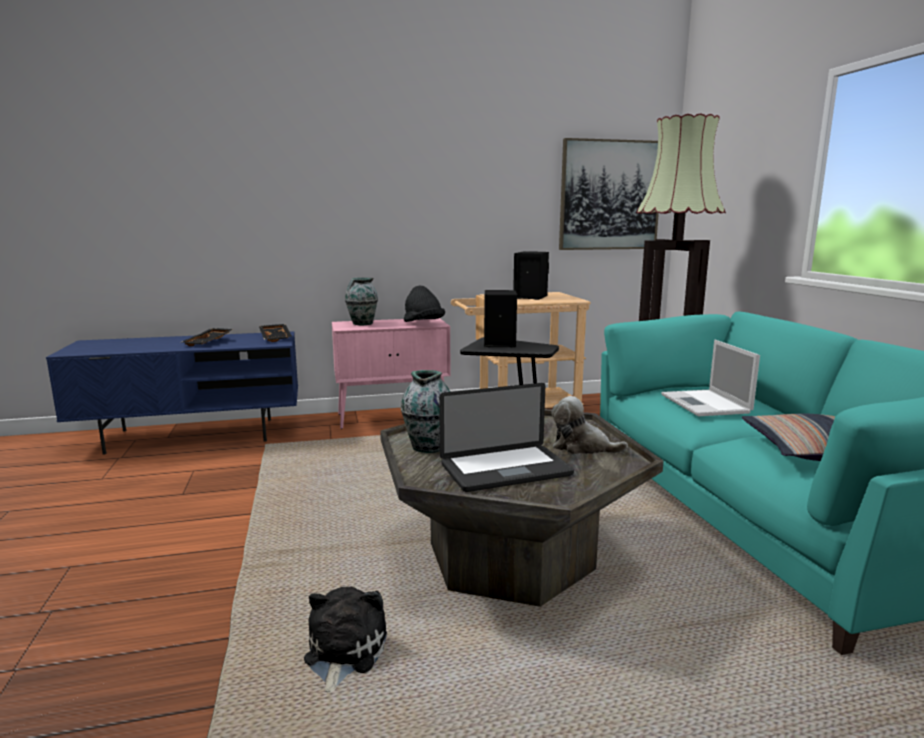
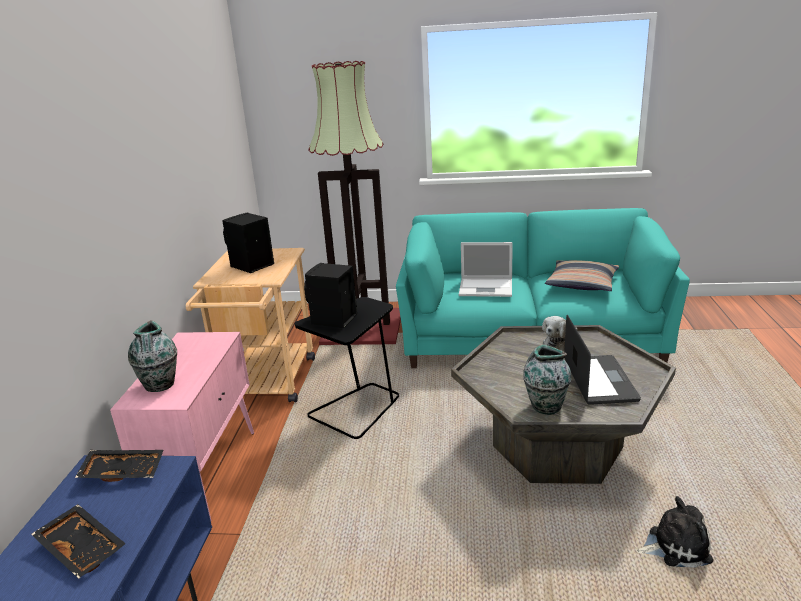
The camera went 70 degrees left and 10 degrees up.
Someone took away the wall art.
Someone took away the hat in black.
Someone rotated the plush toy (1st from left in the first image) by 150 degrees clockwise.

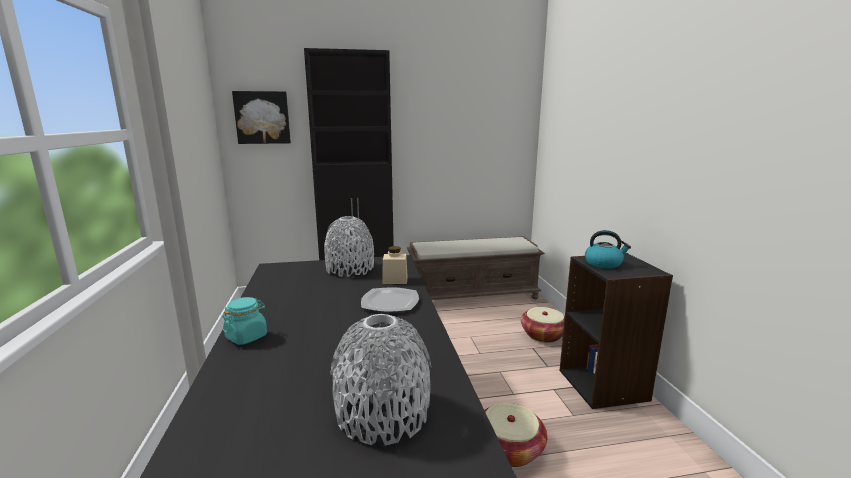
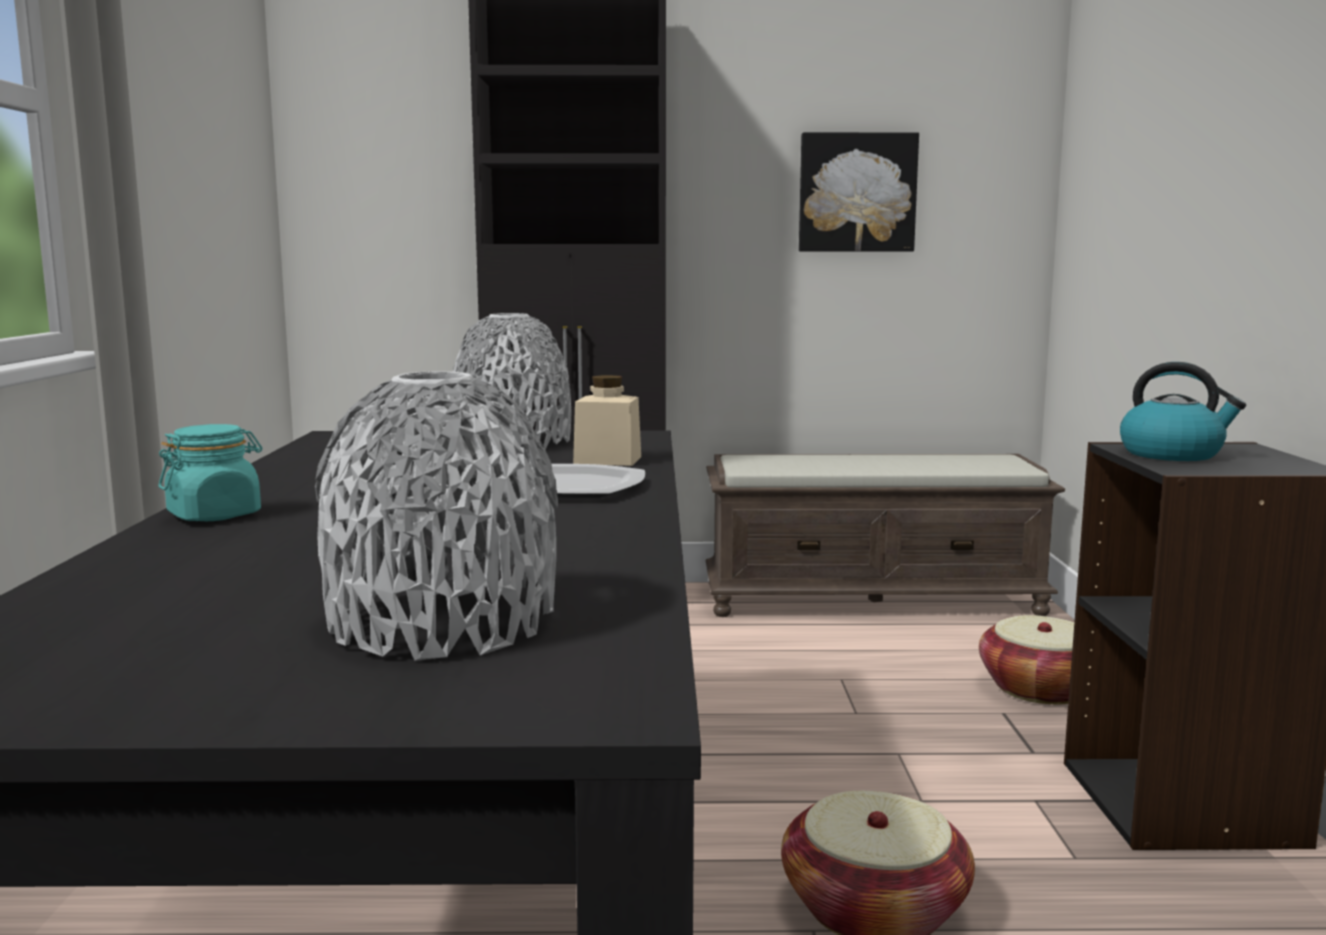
The camera went 10 degrees right and 5 degrees down.
Someone carried the wall art.

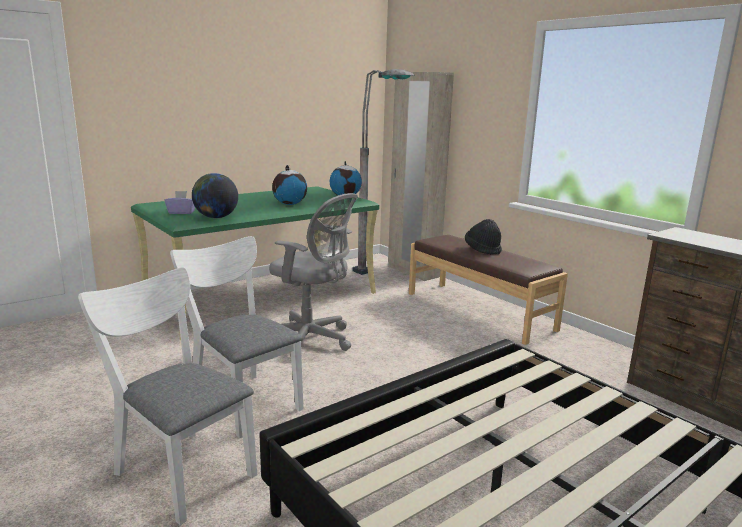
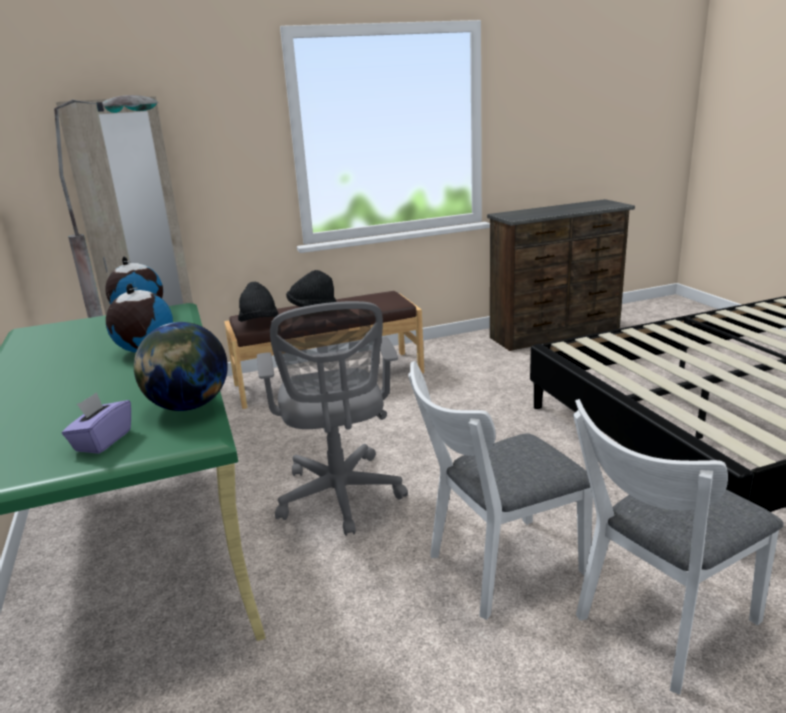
The camera went 70 degrees left and 5 degrees up.
Someone rotated the desk chair in gray by 120 degrees clockwise.
Someone put down the hat in black (1st from left).

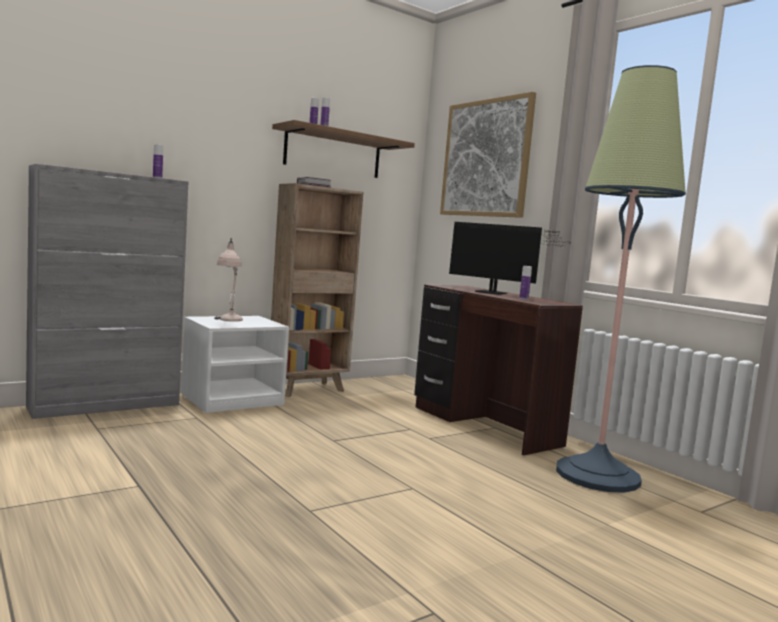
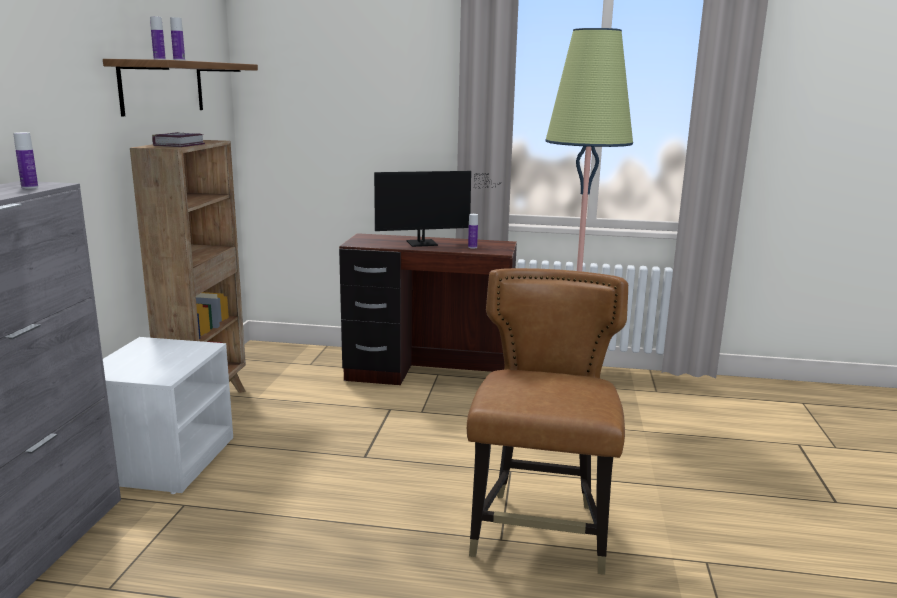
The camera went 45 degrees left and 10 degrees up.
Someone took away the wall art.
Someone took away the lamp for a table in sand-coloured.
Someone put down the plain chair in brown-coloured.

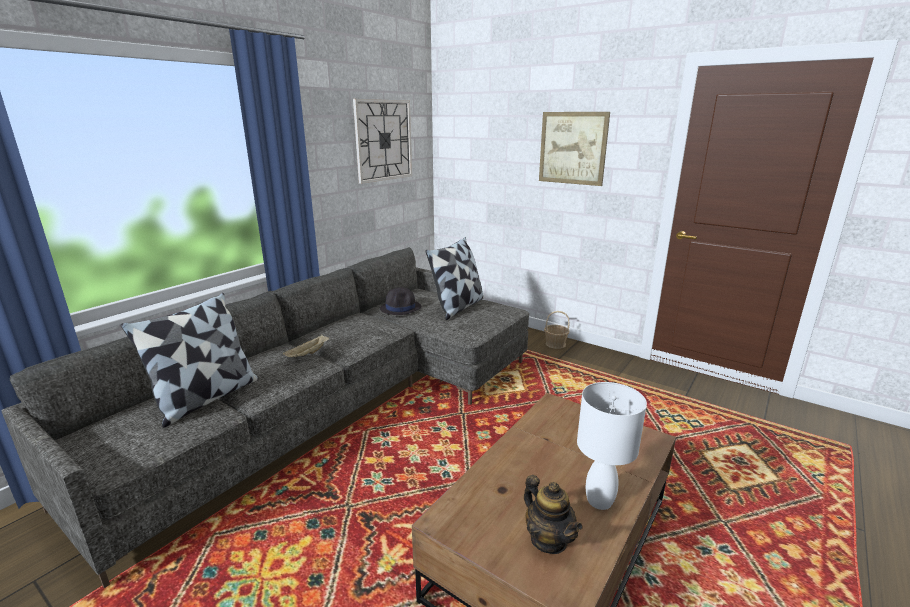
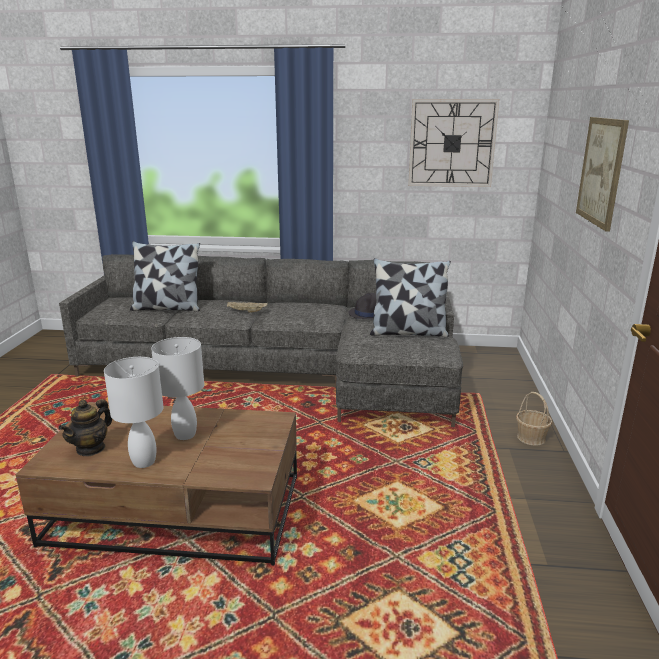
The camera went 60 degrees right and 0 degrees up.
Someone put down the lamp for a table in whitish (2nd from left).

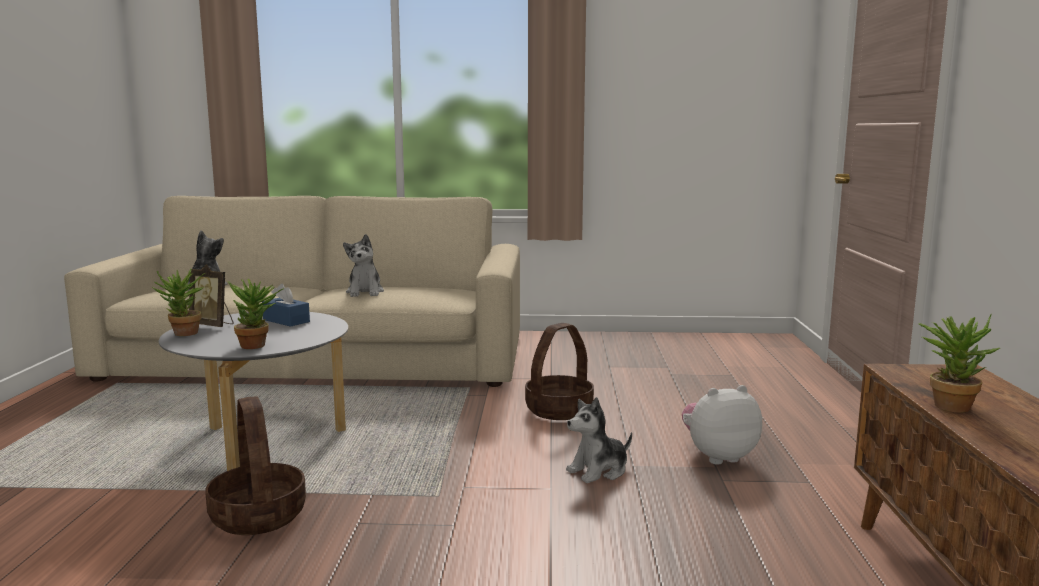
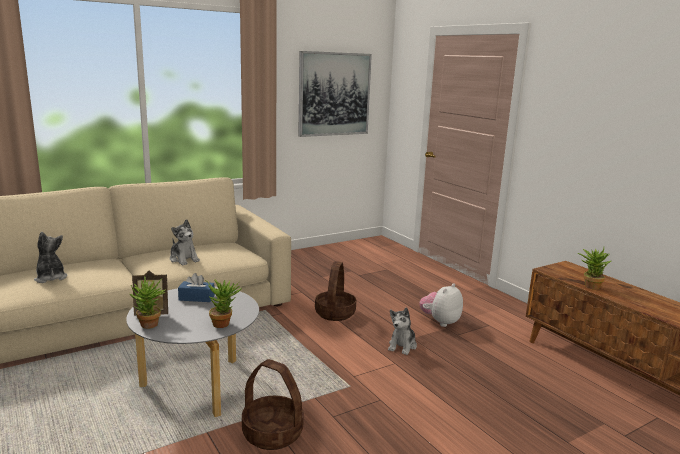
The camera went 35 degrees left and 5 degrees up.
Someone put up the wall art.

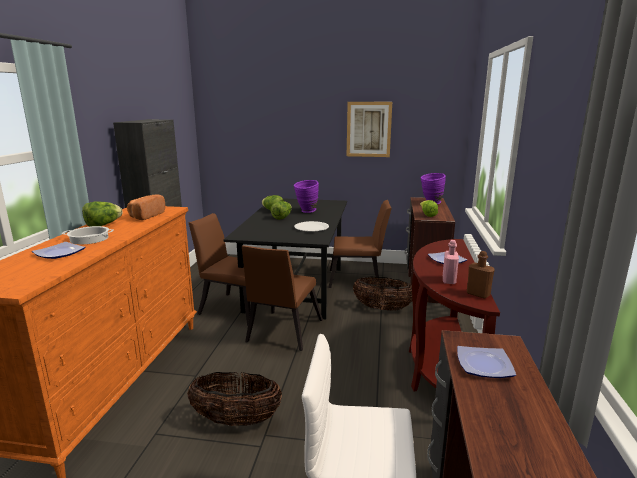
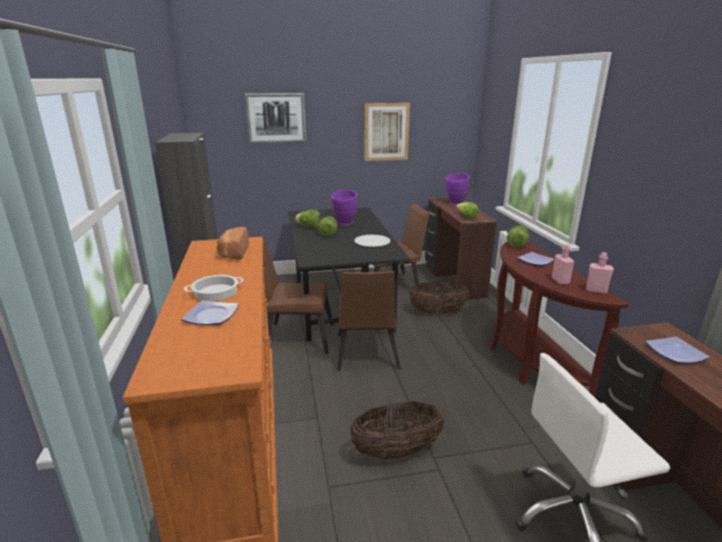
The camera went 20 degrees left and 5 degrees up.
Someone carried the lettuce (1st from left in the first image).
Someone repainted the bottle in brown-coloured, which became the bottle in pink-coloured (2nd from left).
Someone put up the wall art (1st from left).

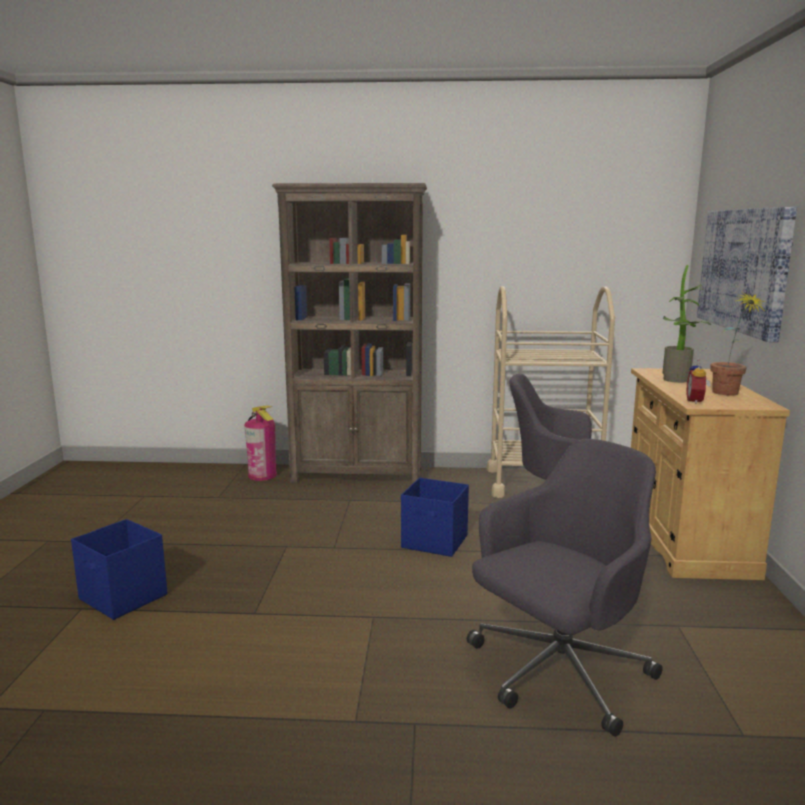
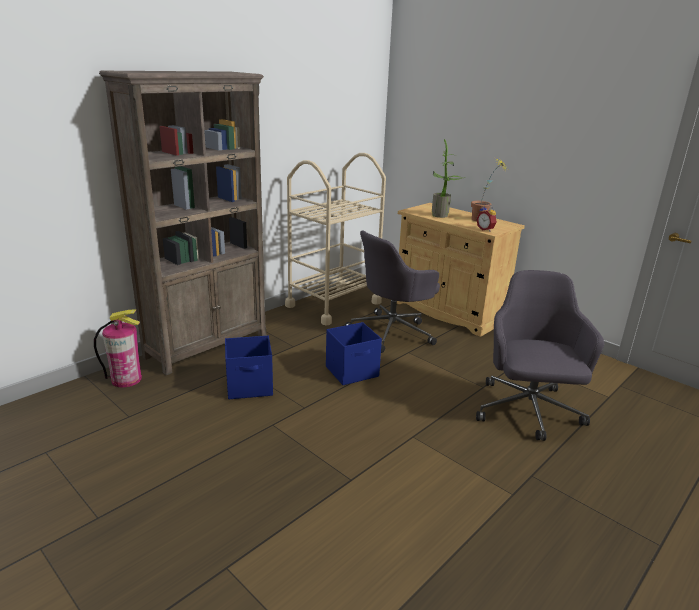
The camera went 50 degrees left and 10 degrees up.
Someone took away the wall art.
Someone carried the storage box in bluish (1st from left).

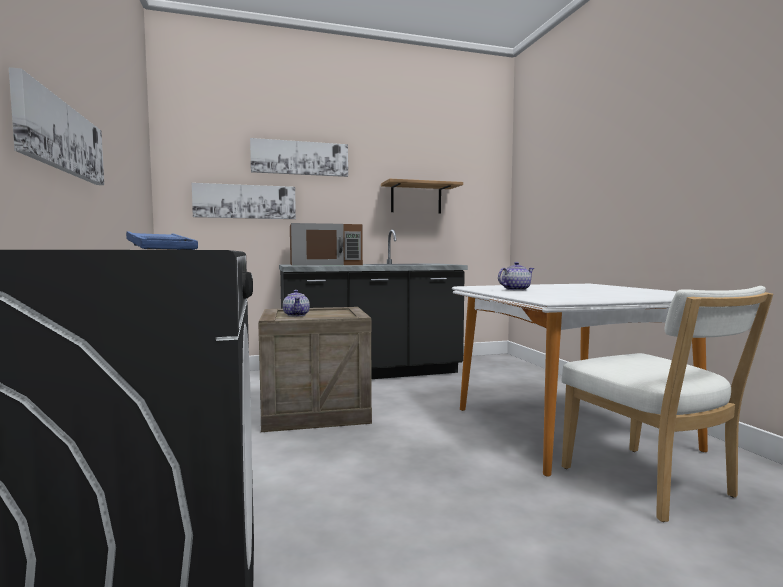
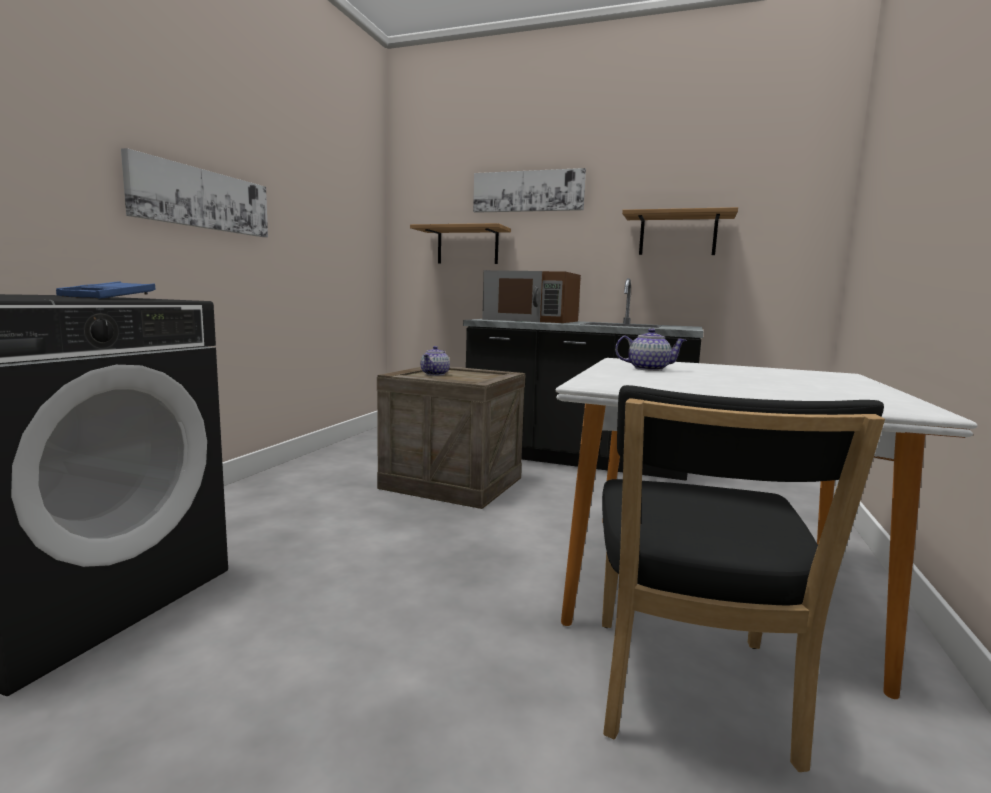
The camera went 35 degrees right and 5 degrees up.
Someone swapped the wall art (2nd from left) for the bracket shelf (1st from left).
Someone repainted the plain chair in whitish, which became the plain chair in black.

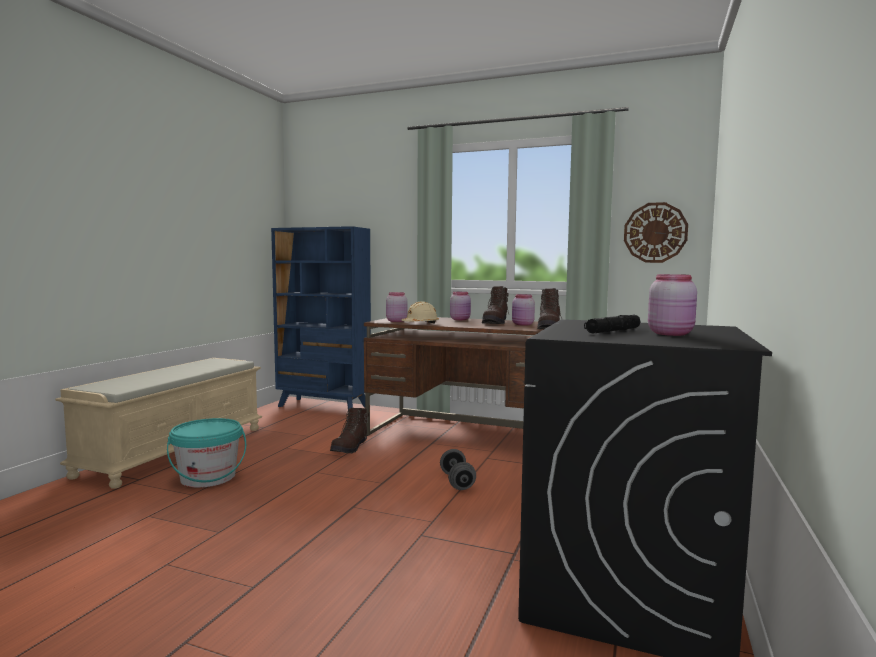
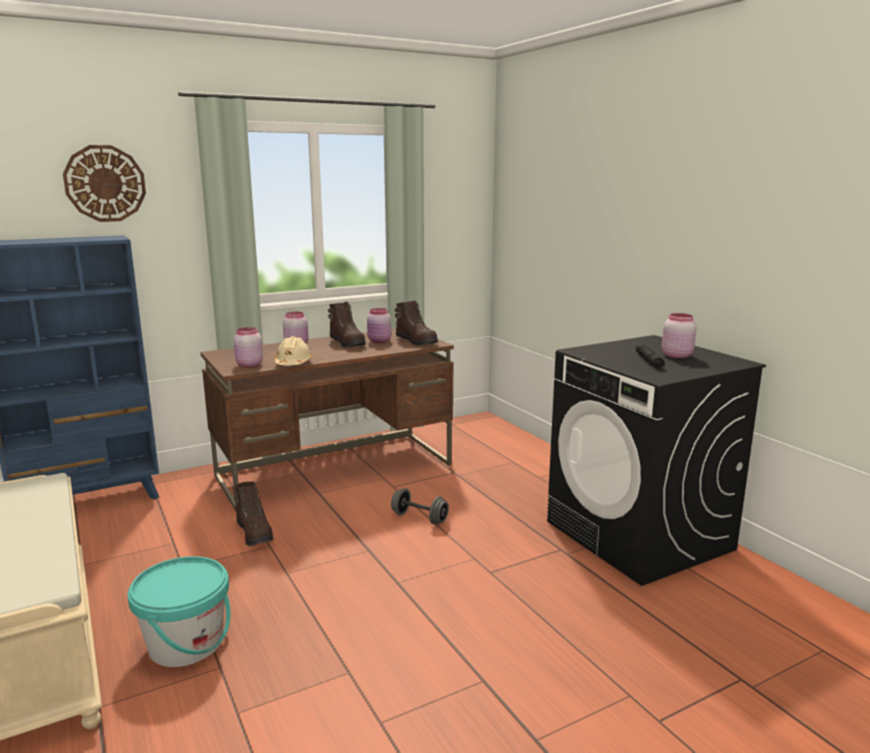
The camera went 50 degrees left and 10 degrees up.
Someone carried the wall clock.

